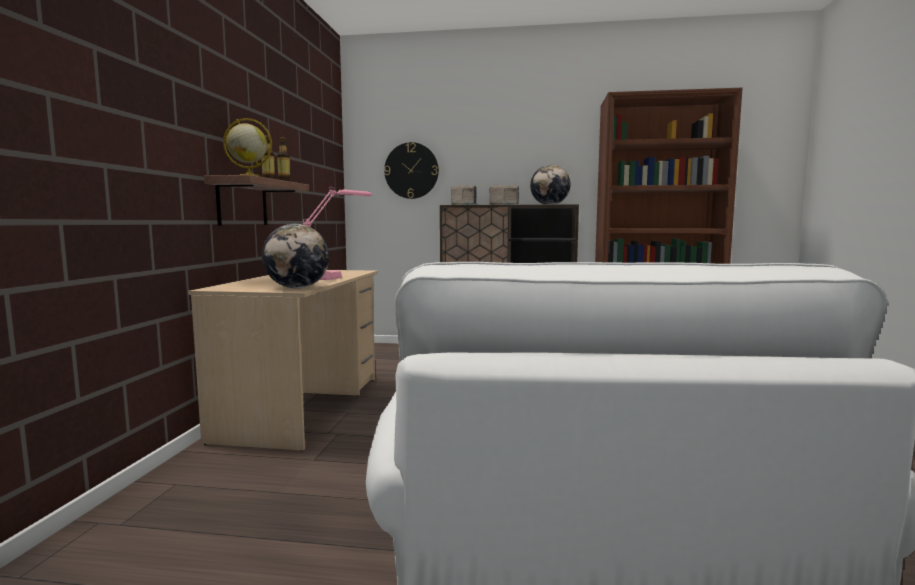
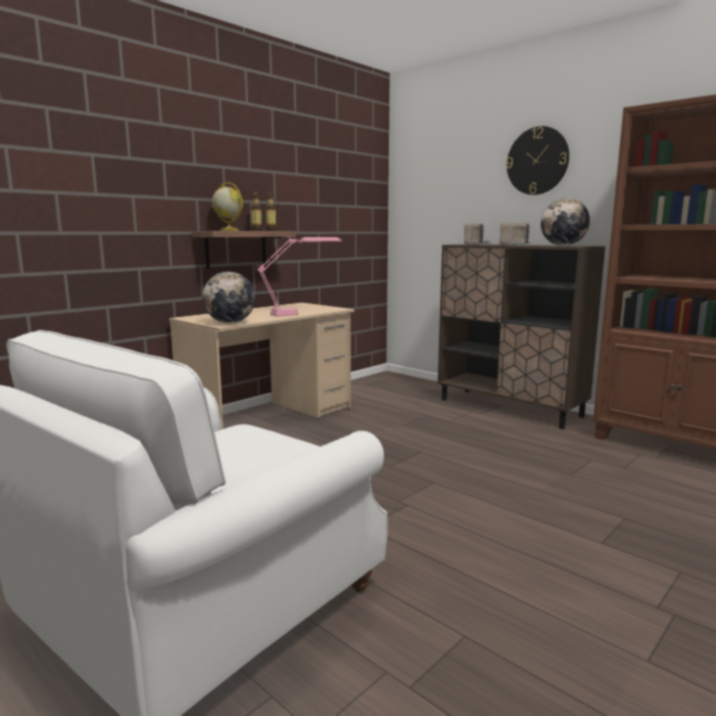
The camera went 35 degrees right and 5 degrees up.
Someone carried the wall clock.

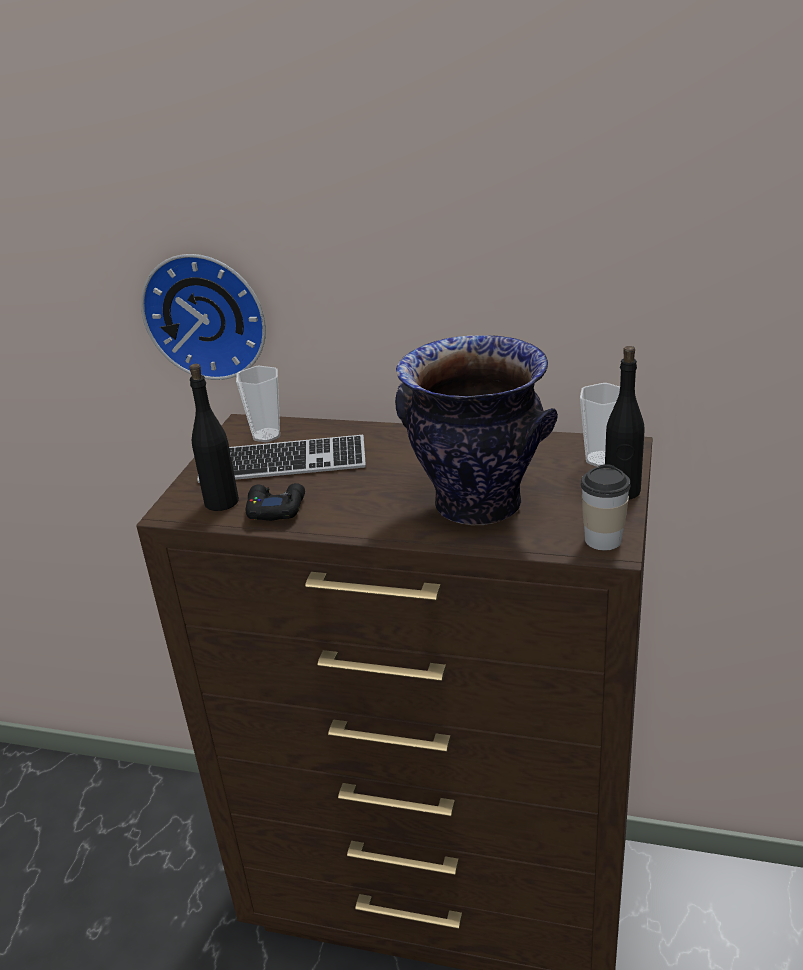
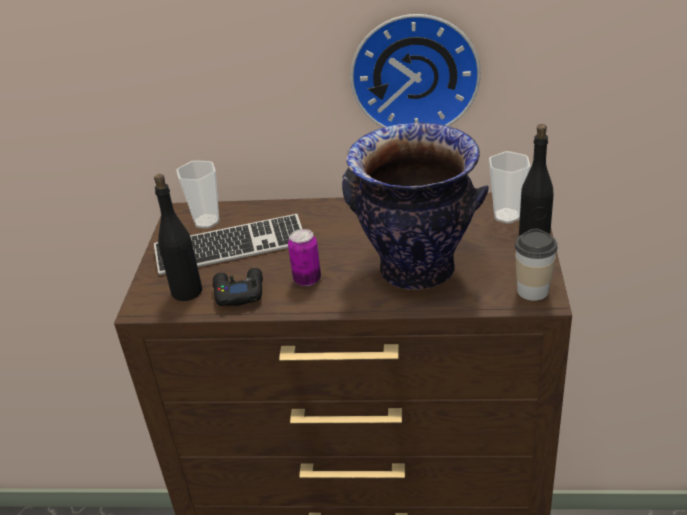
The camera went 10 degrees left and 5 degrees up.
Someone carried the wall clock.
Someone put down the metal can.

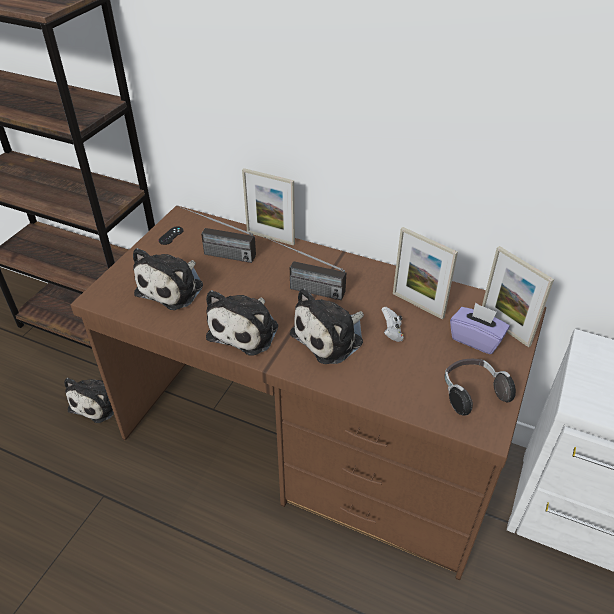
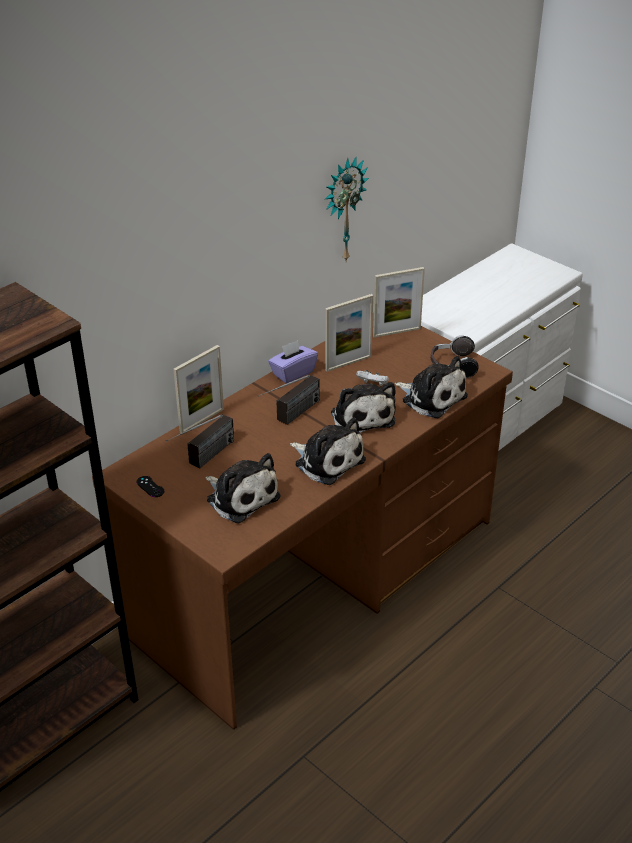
The camera went 70 degrees left and 5 degrees down.
Someone carried the tissue box in purple.
Someone carried the plush toy (1st from left in the first image).
Someone put up the wall clock.

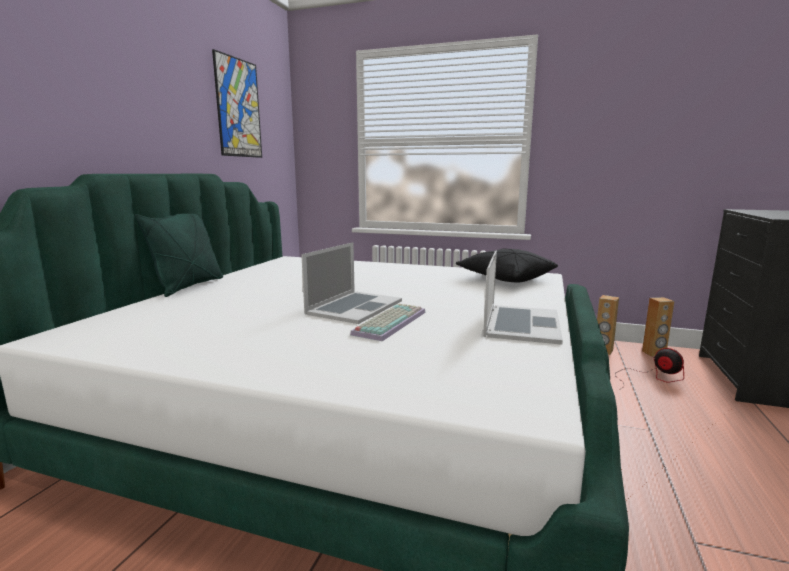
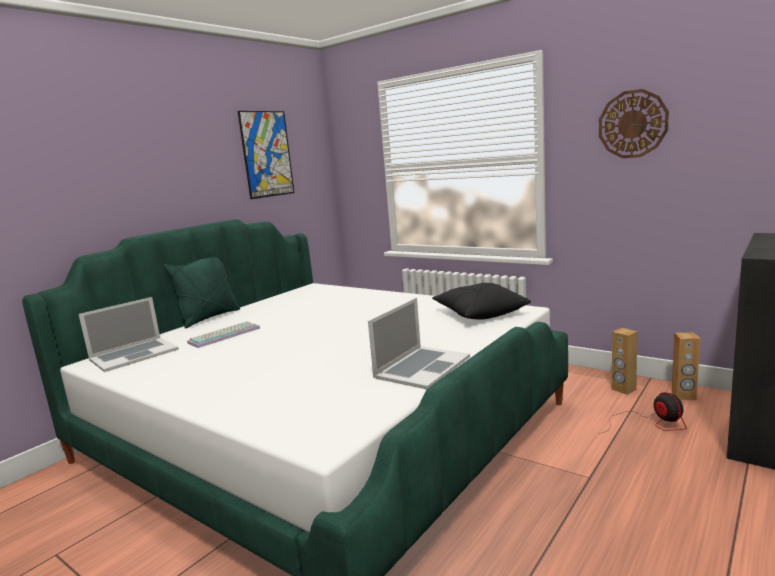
The camera went 20 degrees right and 0 degrees up.
Someone carried the portable computer (1st from left).
Someone carried the computer keyboard.
Someone put up the wall clock.

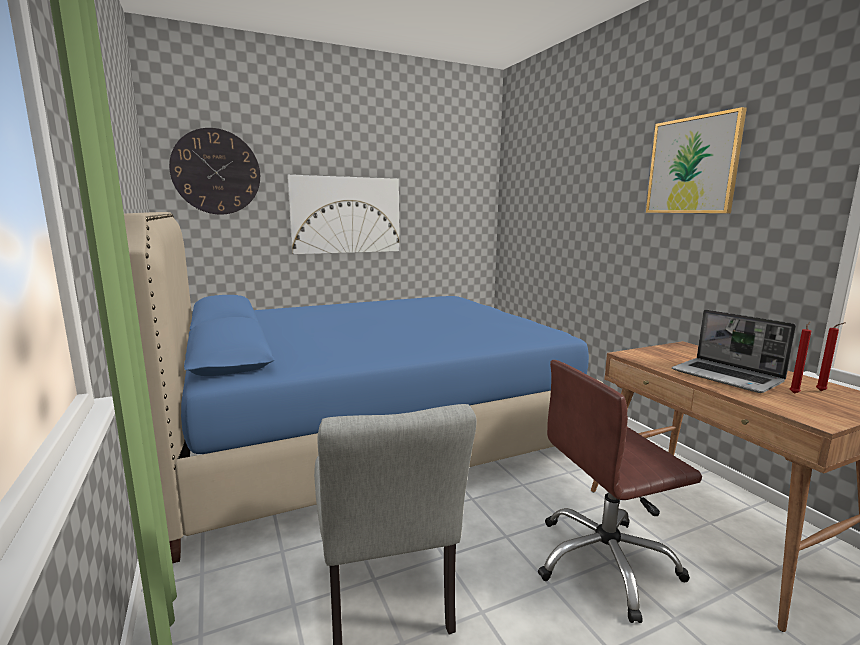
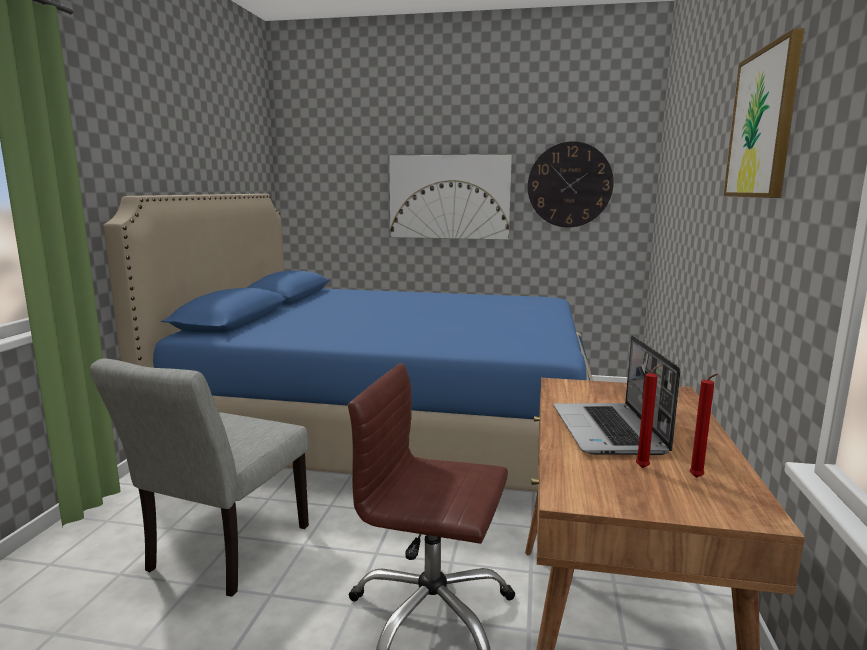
The camera went 35 degrees right and 0 degrees up.
Someone carried the wall clock.

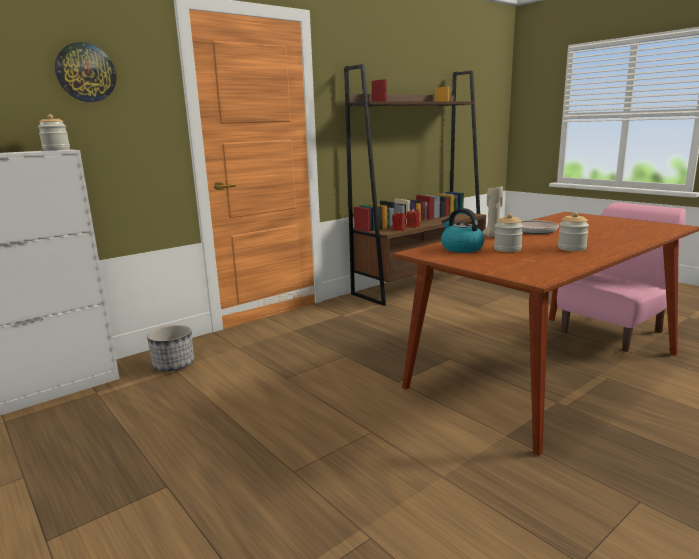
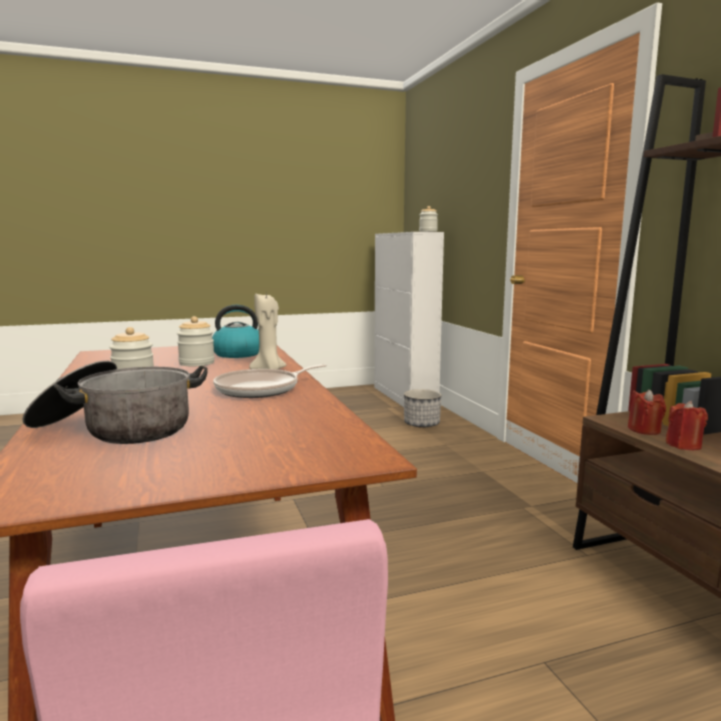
The camera went 110 degrees right and 5 degrees down.
Someone took away the wall clock.
Someone put down the stockpot.

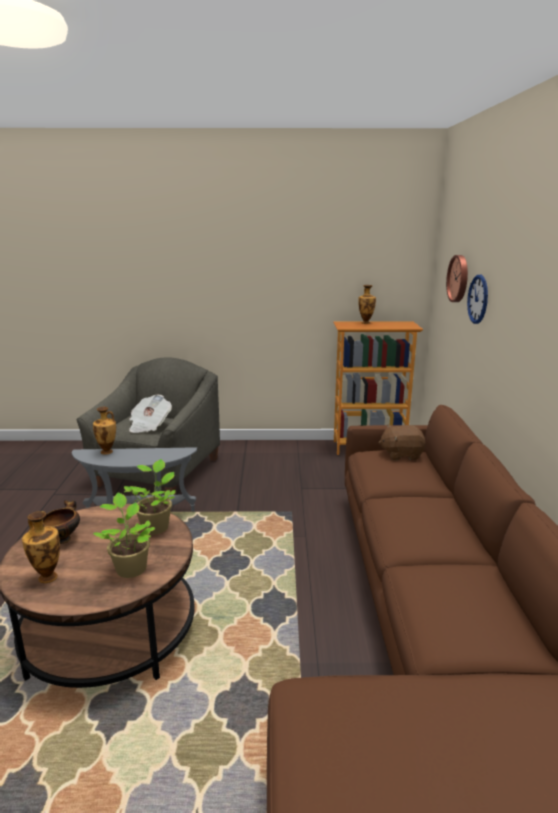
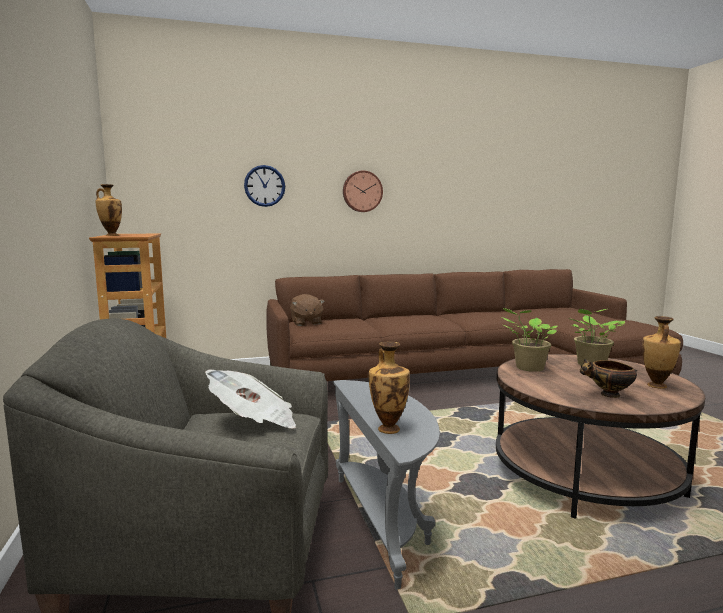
The camera went 105 degrees left and 10 degrees down.
Someone carried the wall clock (1st from left in the first image).

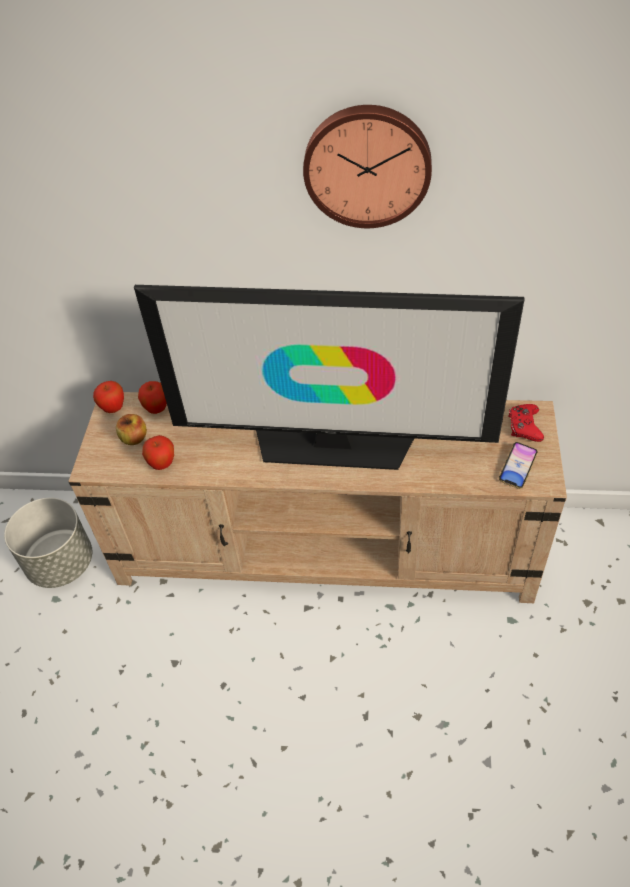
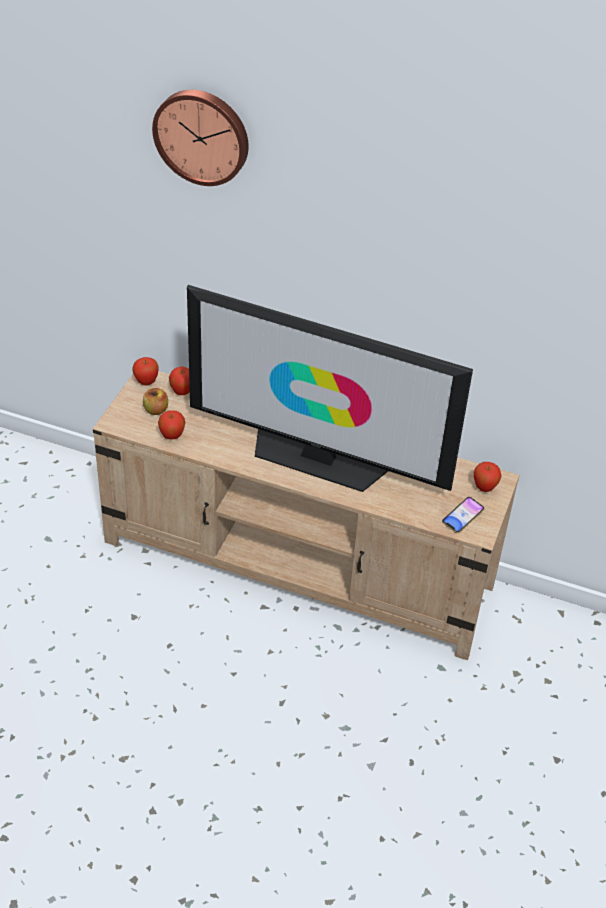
The camera went 10 degrees right and 5 degrees down.
Someone carried the wall clock.
Someone swapped the gamepad in red for the apple fruit (5th from left).
Someone took away the flower pot in gray.

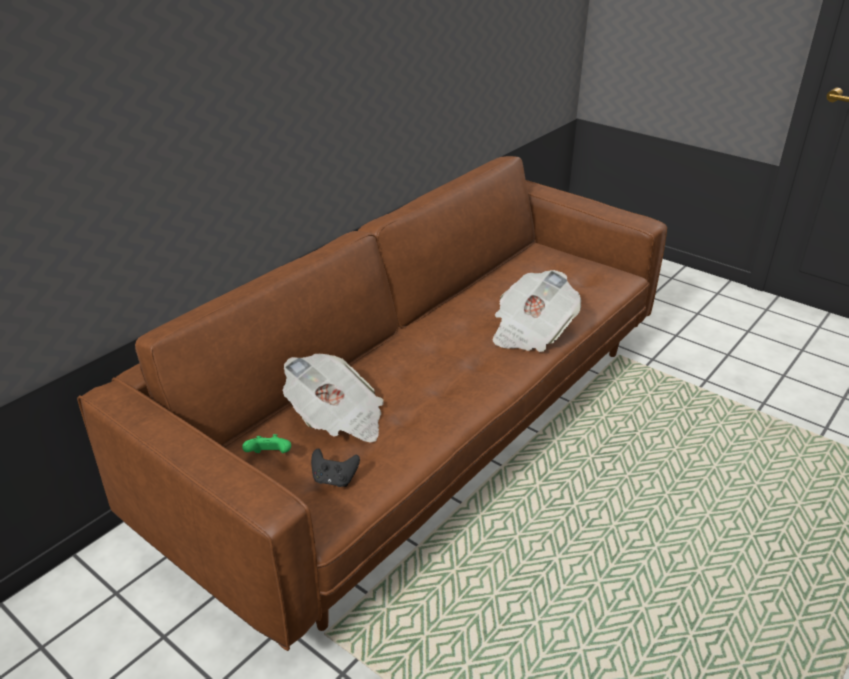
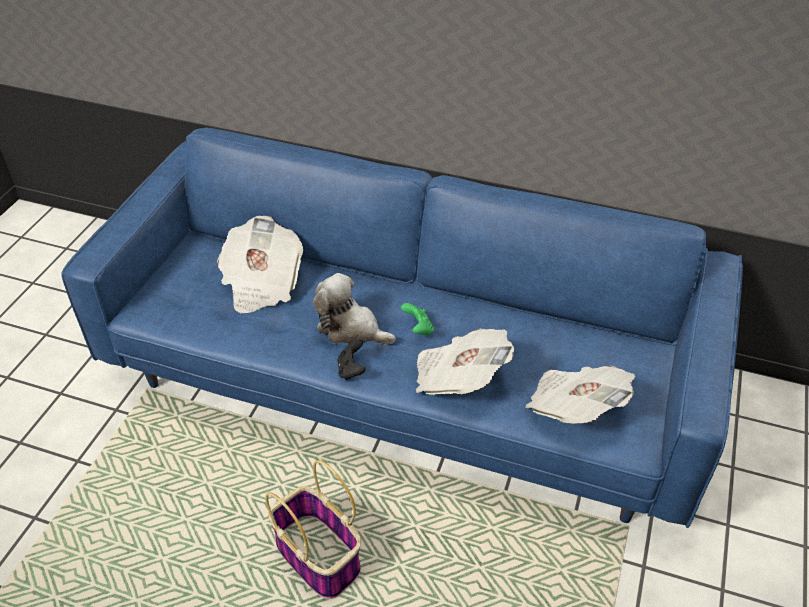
The camera went 70 degrees right and 10 degrees up.
Someone repainted the couch in brown-coloured, which became the couch in bluish.
Someone carried the gamepad in greenish.
Someone carried the gamepad in black.
Someone put down the plush toy.
Someone put down the newspaper (3rd from left).
Someone put down the household basket.

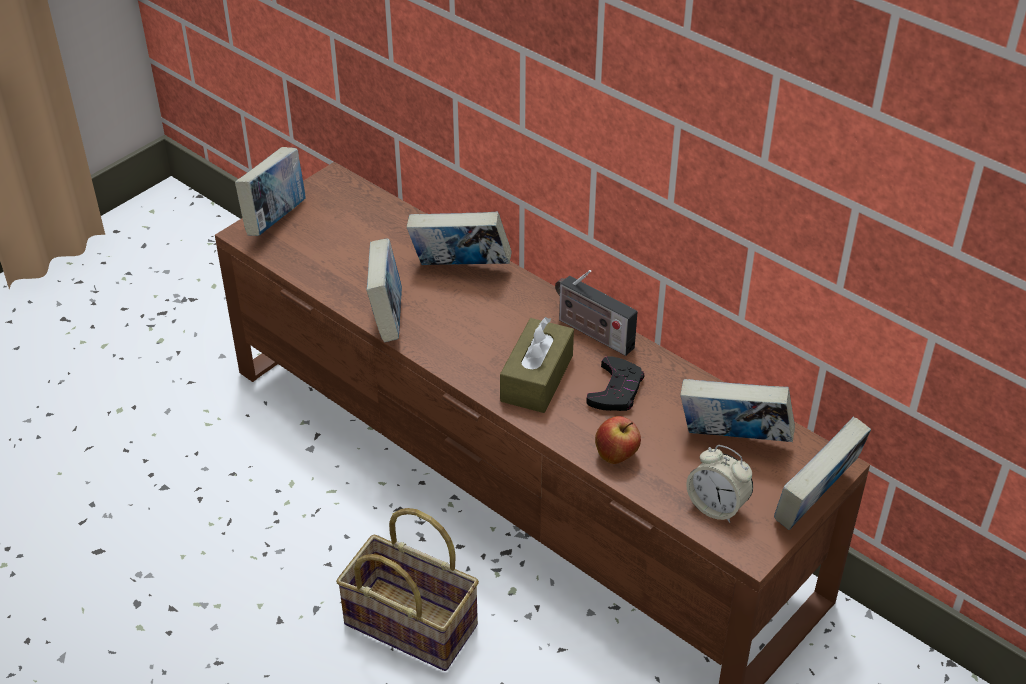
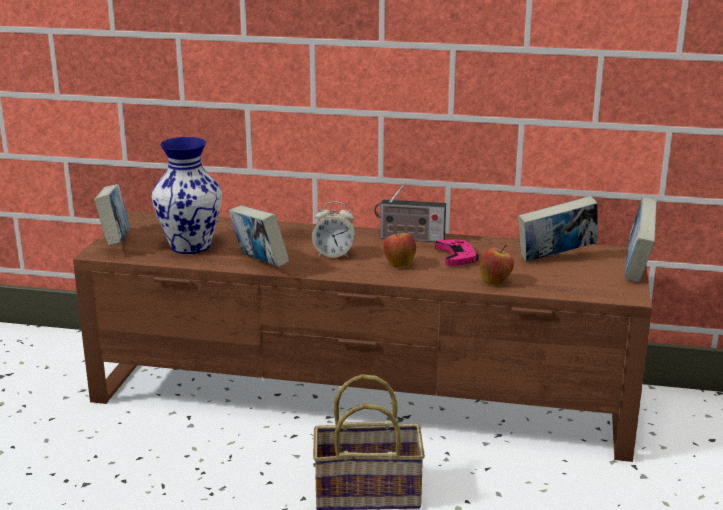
The camera went 30 degrees left and 20 degrees down.
Someone took away the volume (3rd from left).
Someone swapped the tissue box in brown-coloured for the apple fruit (1st from left).
Someone repainted the gamepad in black, which became the gamepad in pink-coloured.
Someone carried the alarm clock.
Someone put down the decorative vase.

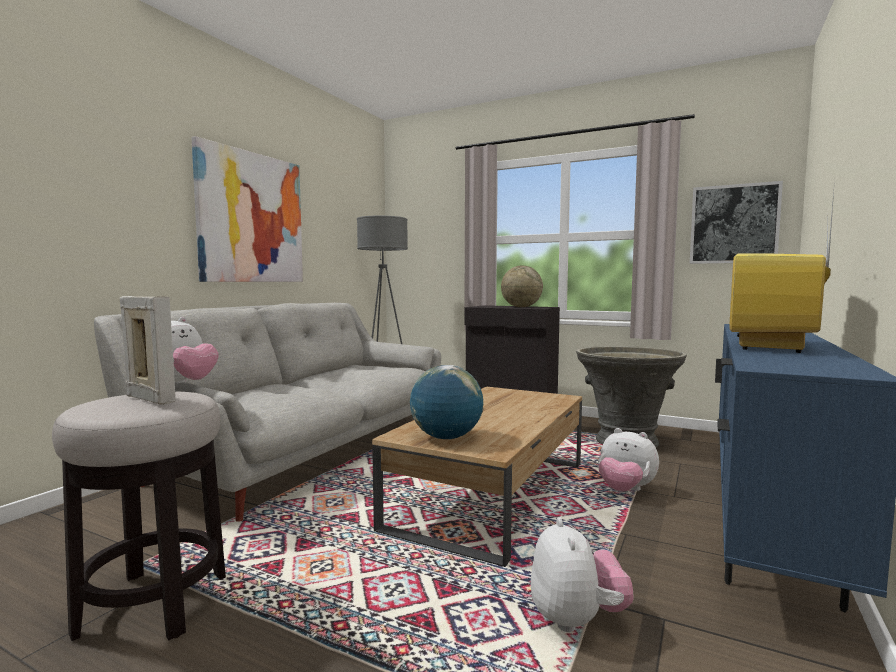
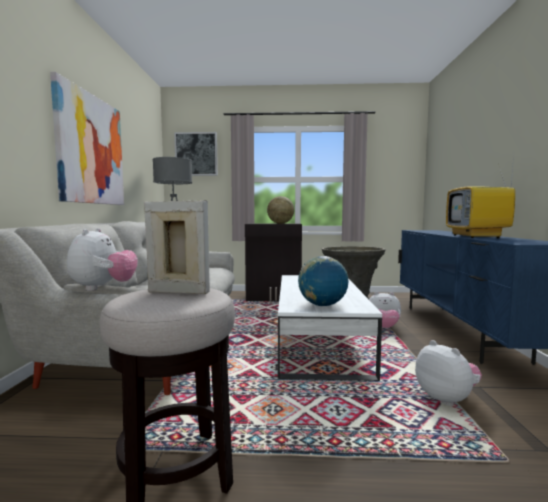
The camera went 25 degrees left and 0 degrees up.
Someone carried the wall art (2nd from left).
Someone repainted the low table in brown-coloured, which became the low table in whitish.

